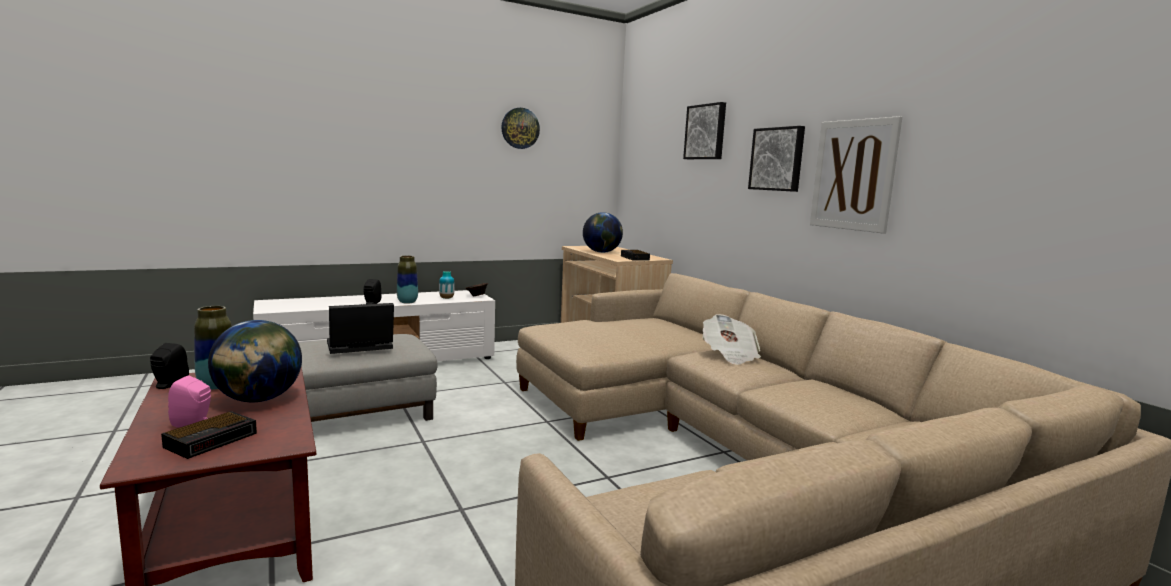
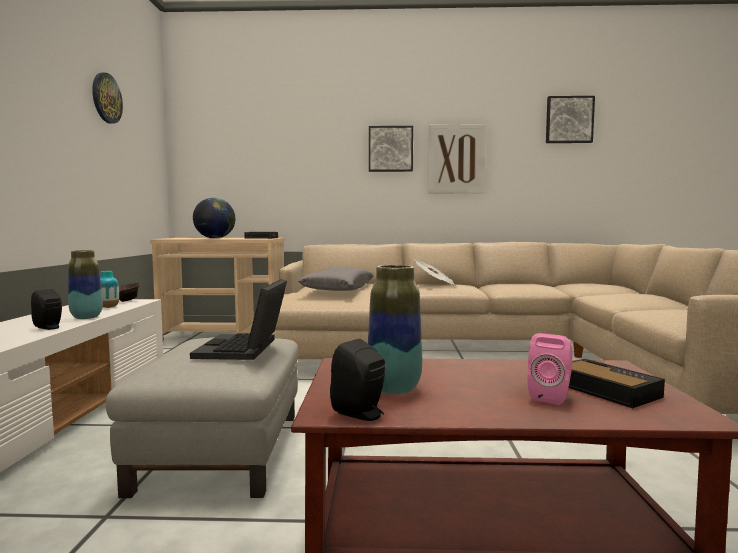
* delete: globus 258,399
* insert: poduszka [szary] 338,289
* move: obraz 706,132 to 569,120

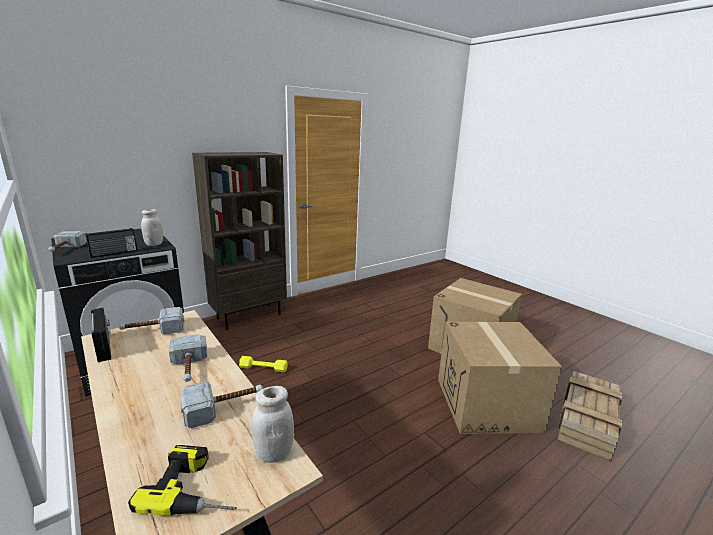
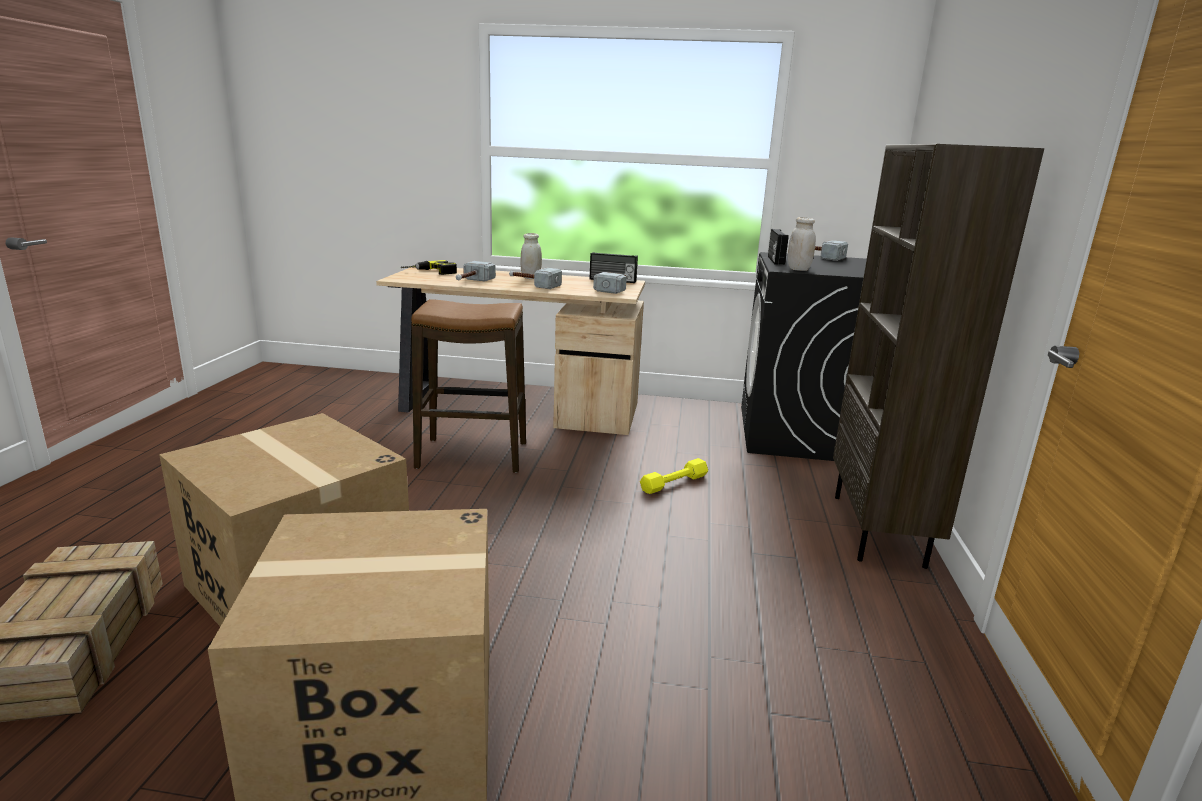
* insert: stołek 472,456
* move: słoik [biały] 274,453 to 531,278

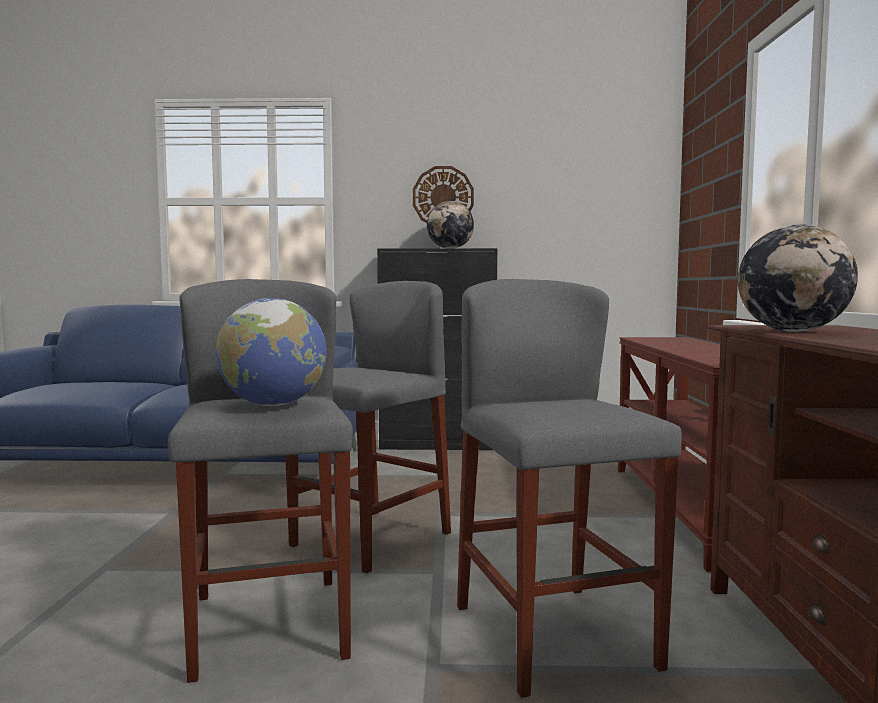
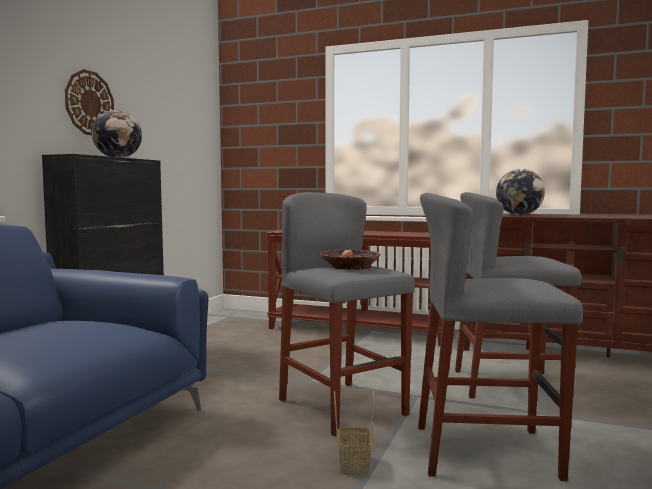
* delete: globus 273,405
* insert: miska 350,266
* insert: koszyk 353,463

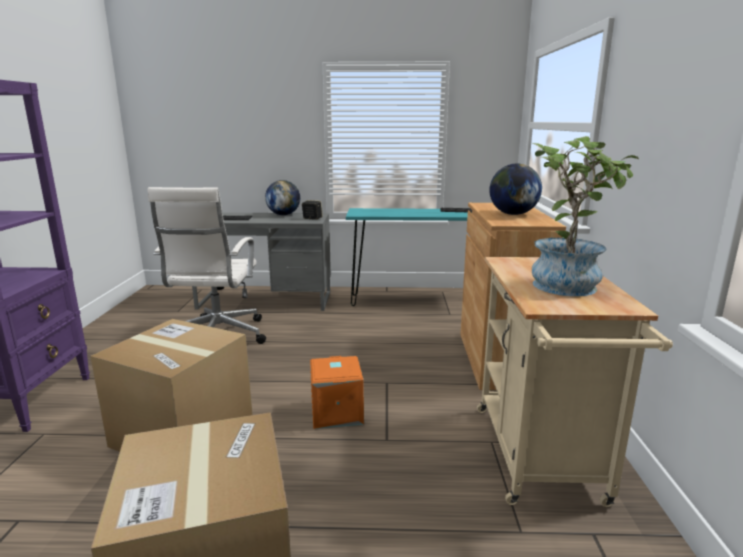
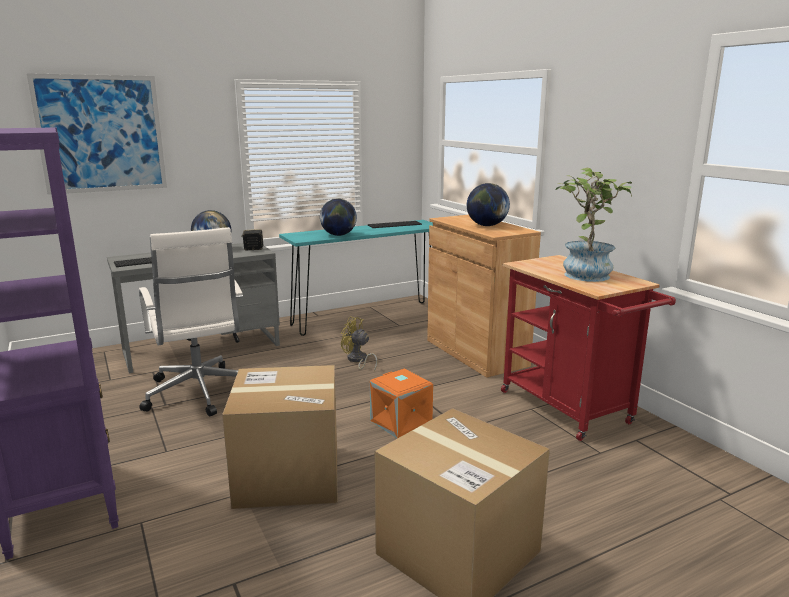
* insert: obraz 101,134
* insert: globus 338,235
* insert: wentylator [żółty] 358,360
* recolor: wózek [beżowy] 540,460 to wózek [czerwony] 571,410

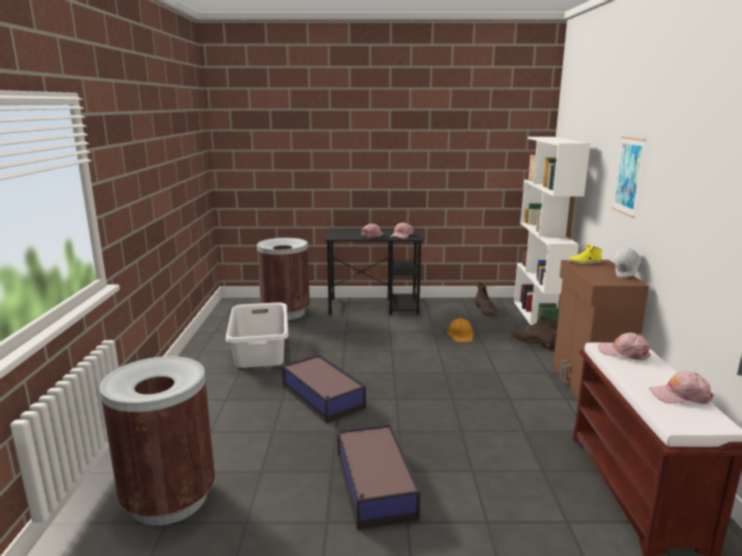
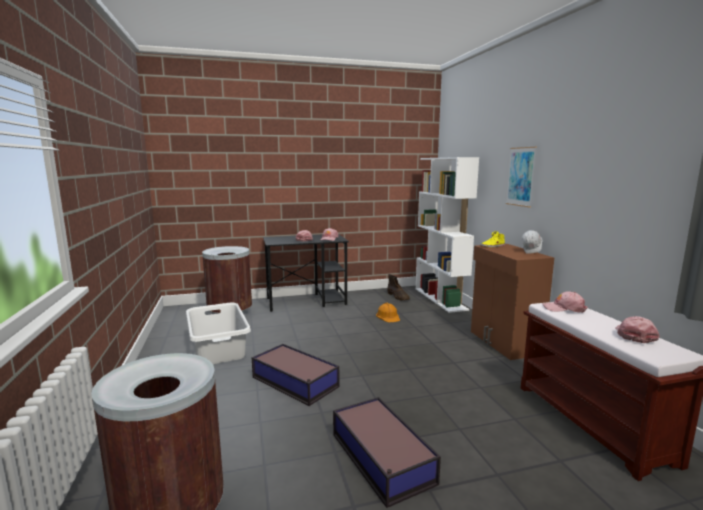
* delete: but z cholewką [brązowy] 533,342
* rotate: czapka z daszkiem [różowy] 680,395 = 634,335 120 degrees clockwise

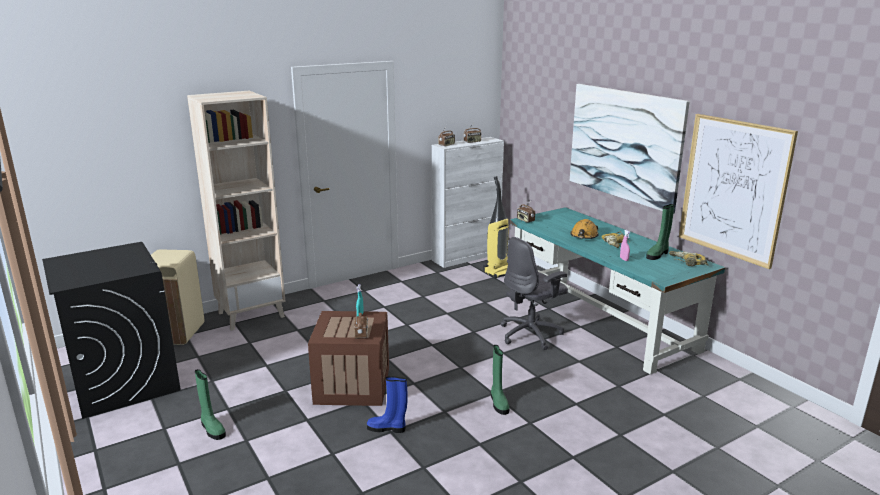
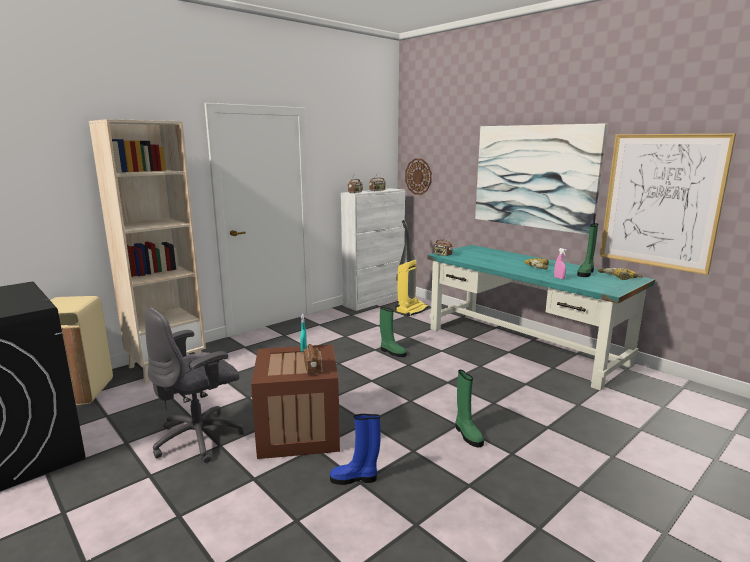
* delete: kask [pomarańczowy] 584,236
* insert: zegar ścienny 418,176
* move: but z cholewką [zielony] 212,429 to 392,352
* move: krzesło biurowe [szary] 531,334 to 200,438

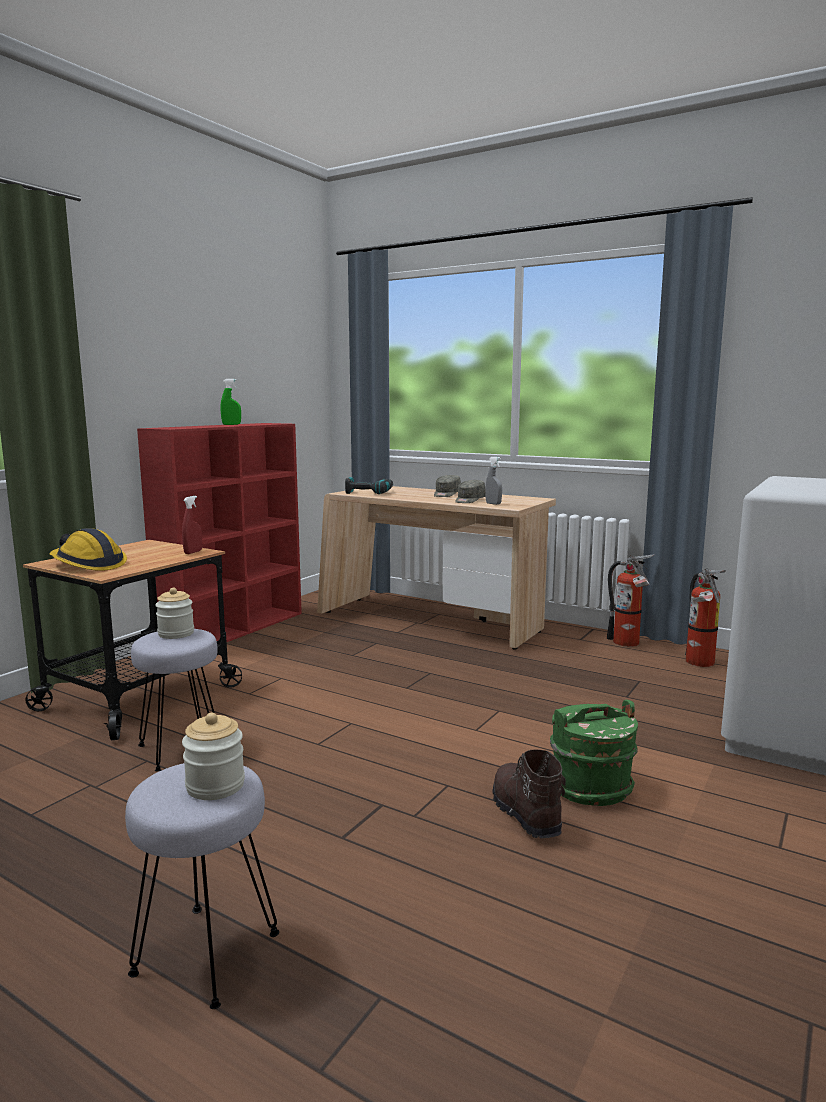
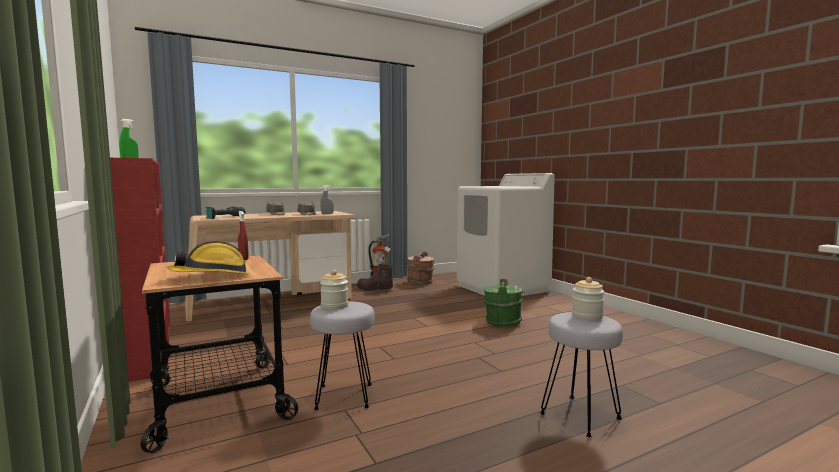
* move: but z cholewką [brązowy] 524,813 to 374,289
* replace: gaśnica 699,663 to wiadro [brązowy] 420,282

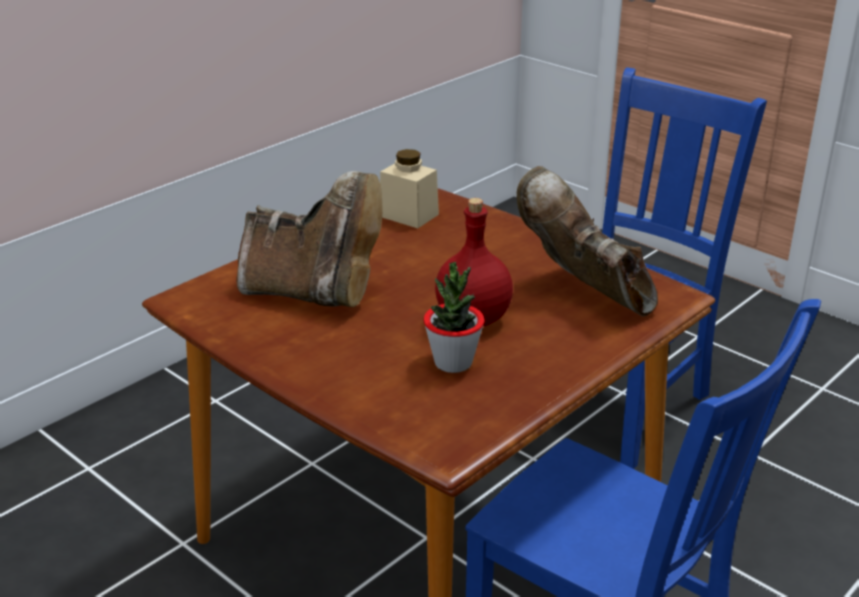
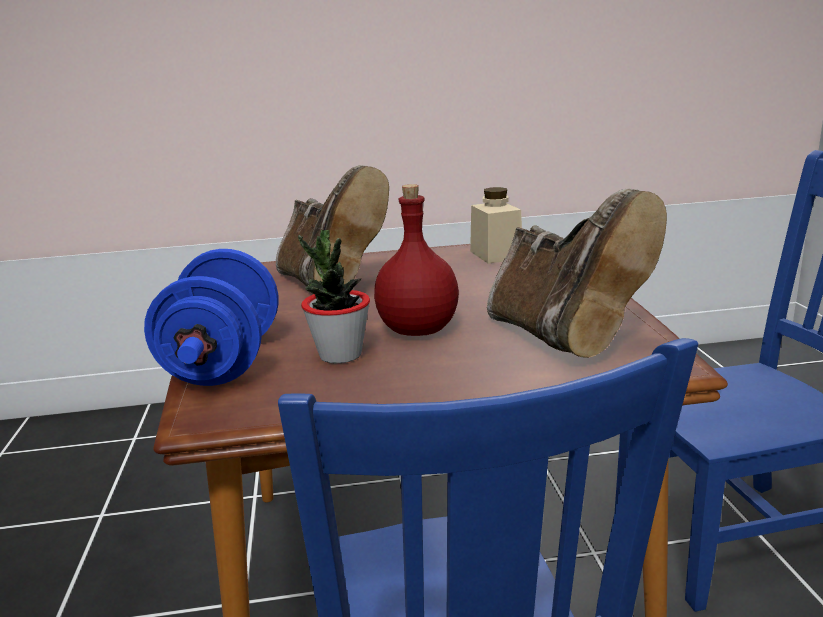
* insert: hantel [niebieski] 223,363
* rotate: but z cholewką [brązowy] 584,293 = 563,338 150 degrees clockwise

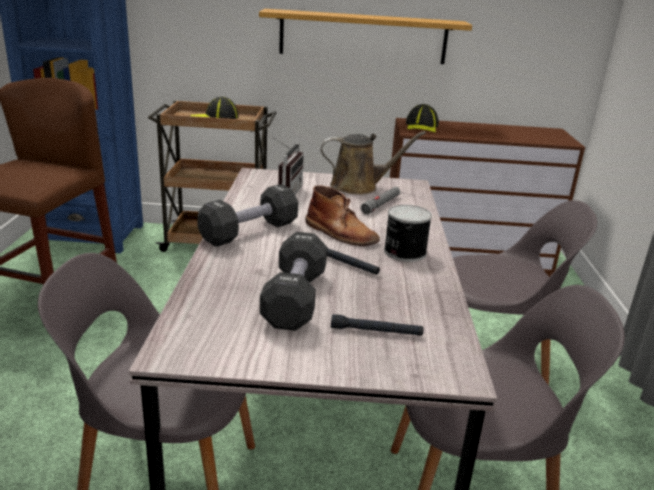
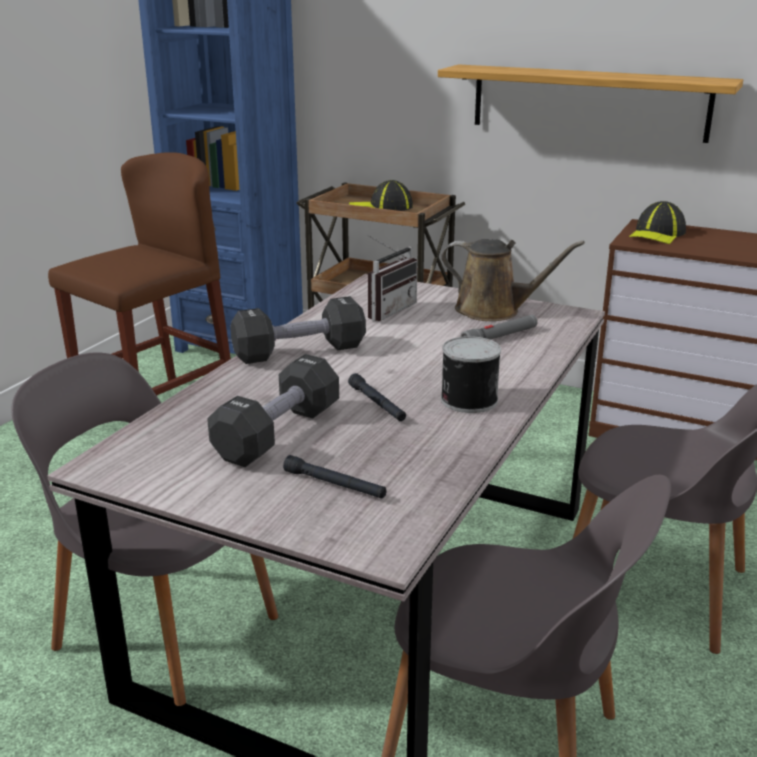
* delete: but z cholewką [brązowy] 341,233

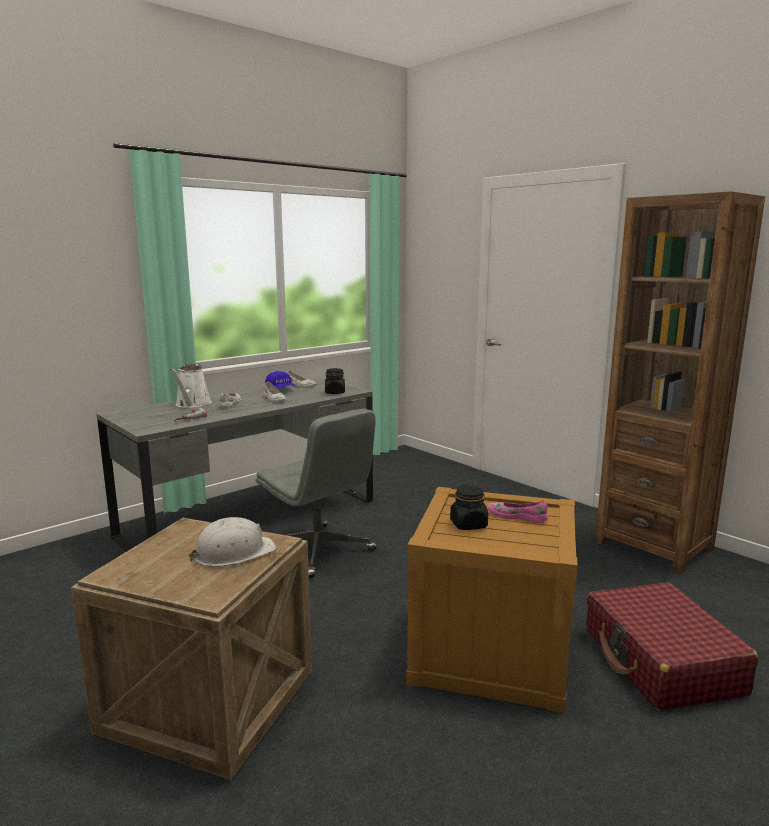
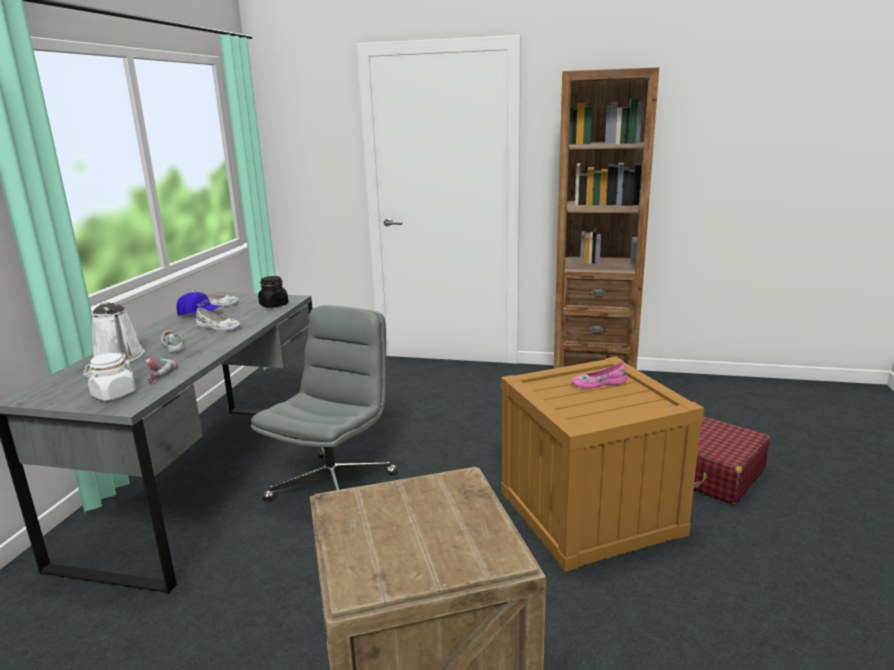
* delete: kask [biały] 233,553
* delete: słoik [czarny] 468,525
* insert: słoik [biały] 113,395
* rotate: krzesło biurowe [szary] 319,550 = 333,486 75 degrees counterclockwise

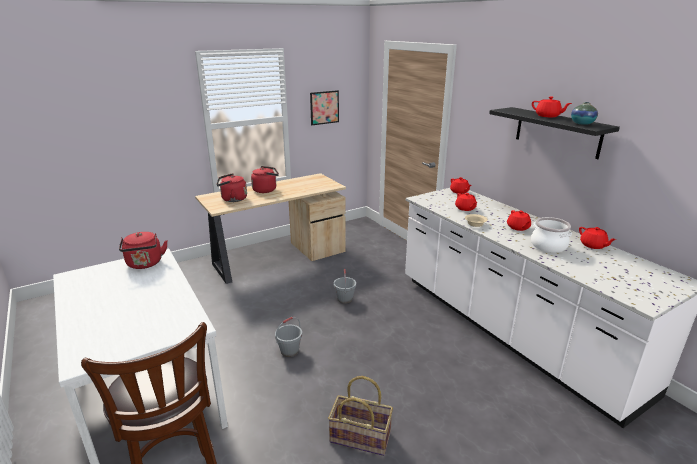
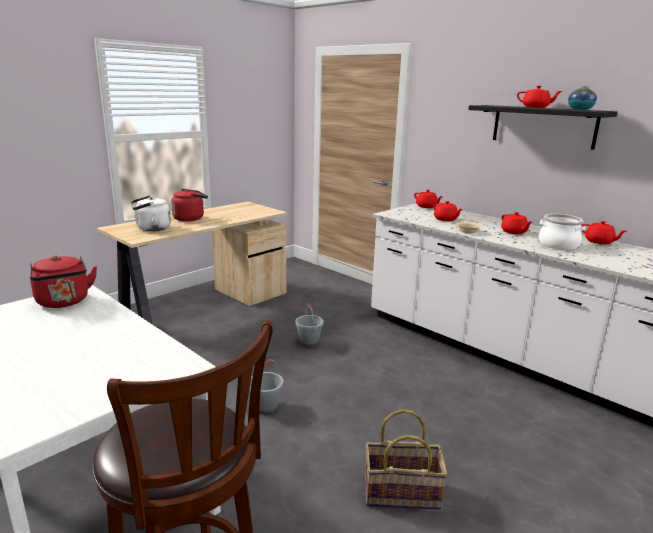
* delete: obraz 324,107
* recolor: czajnik [czerwony] 232,199 to czajnik [biały] 151,229

